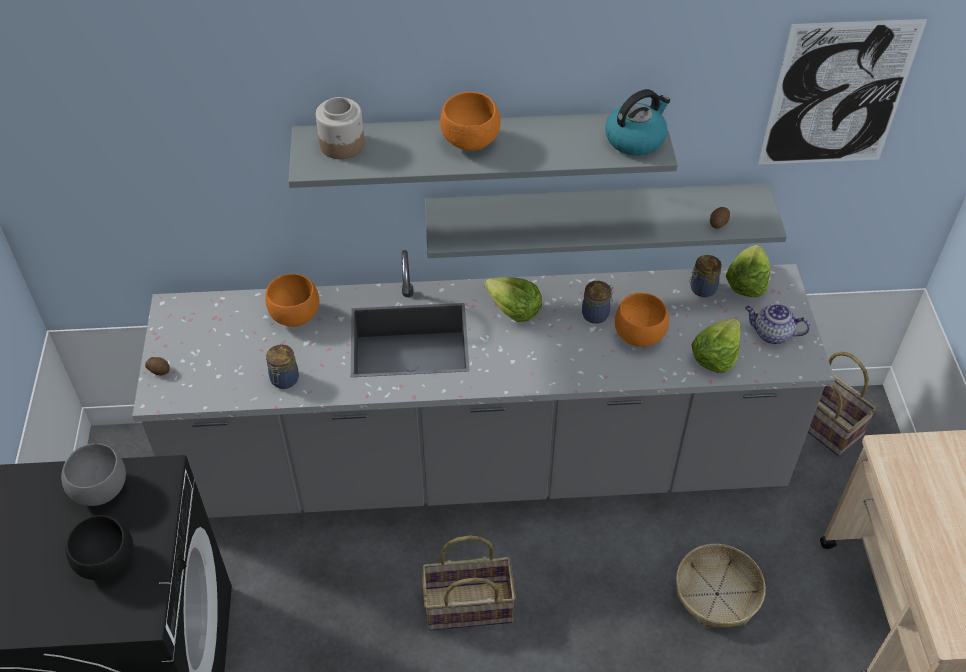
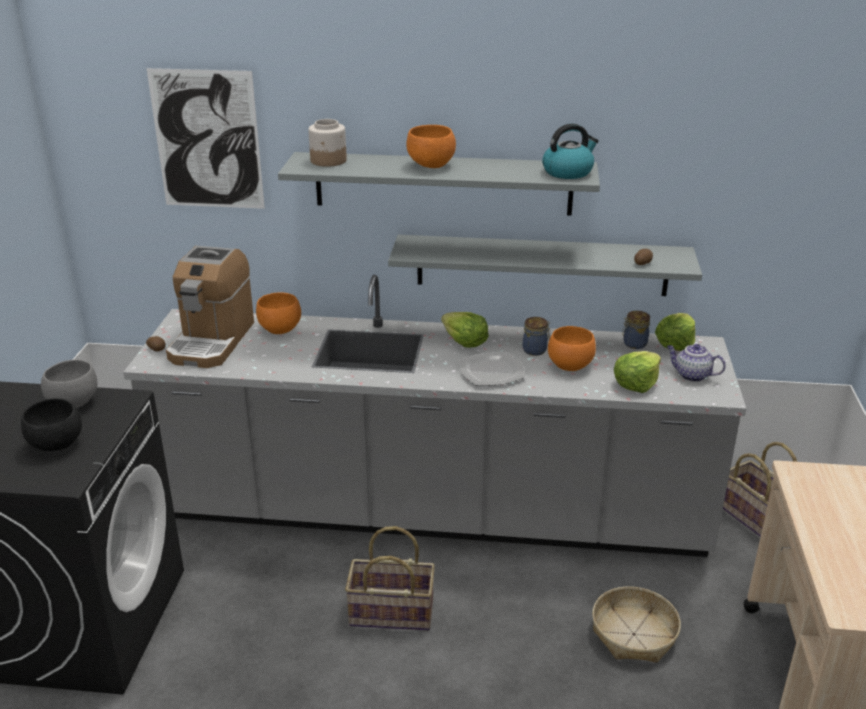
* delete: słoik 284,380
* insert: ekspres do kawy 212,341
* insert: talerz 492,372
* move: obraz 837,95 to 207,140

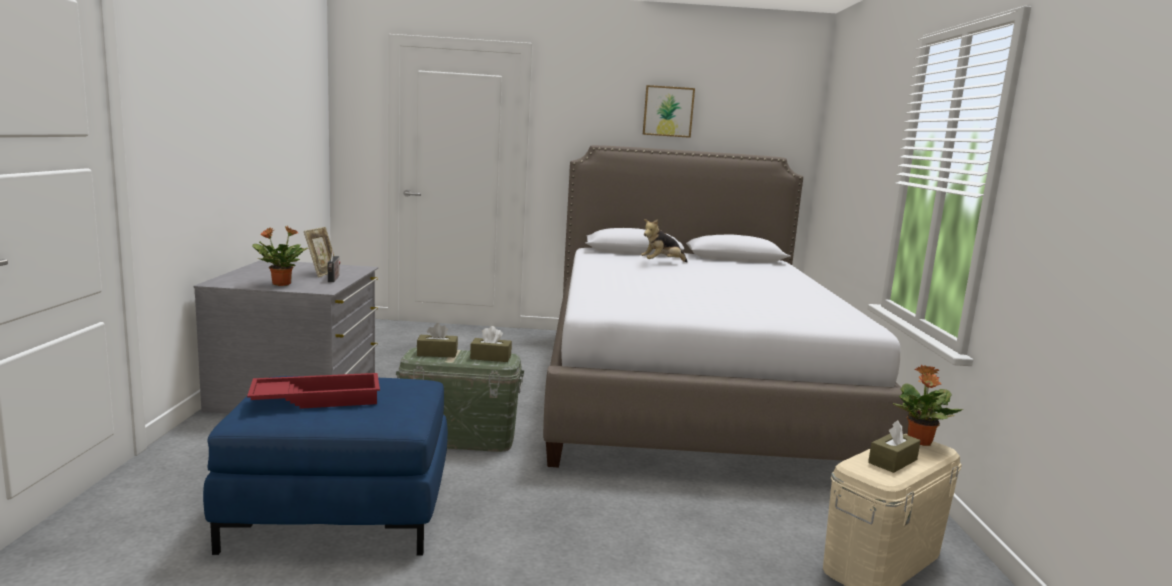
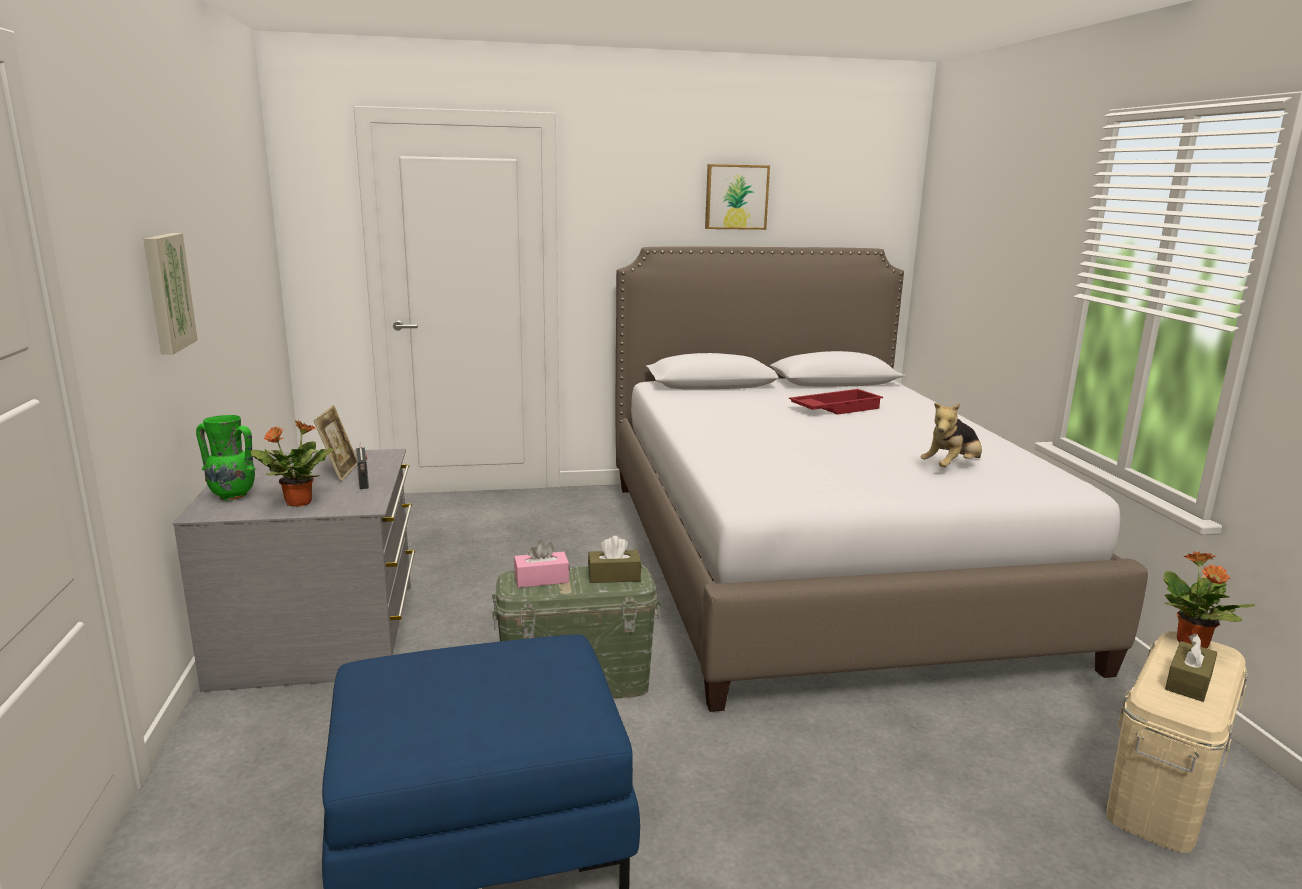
* insert: obraz 166,292
* insert: wazon [zielony] 232,496
* move: taca [czerwony] 317,398 to 835,408
* move: pluszak 662,263 to 952,467
* recolor: pudełko chusteczek [brązowy] 437,353 to pudełko chusteczek [różowy] 541,579

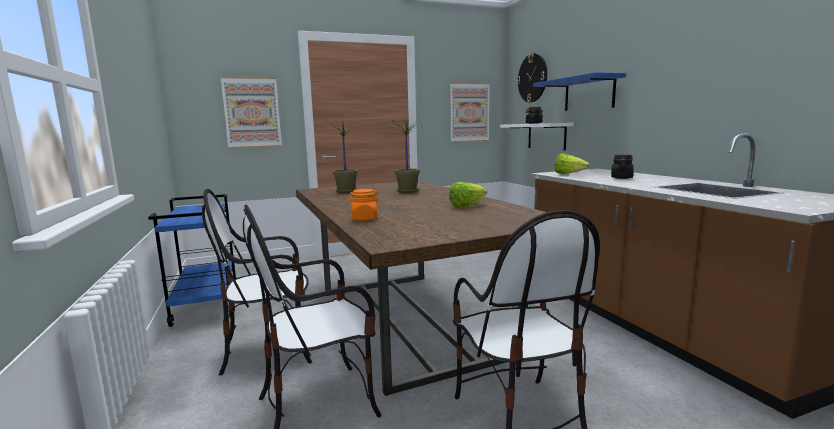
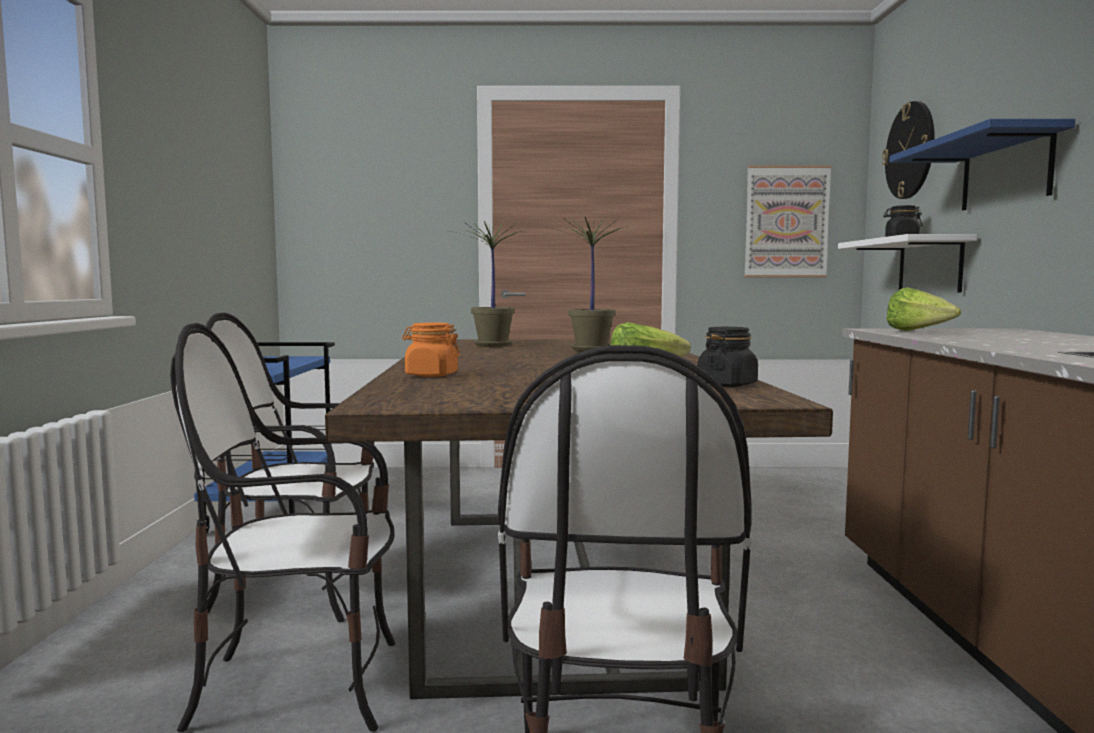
* delete: obraz 252,112
* move: słoik [czarny] 621,178 to 727,384

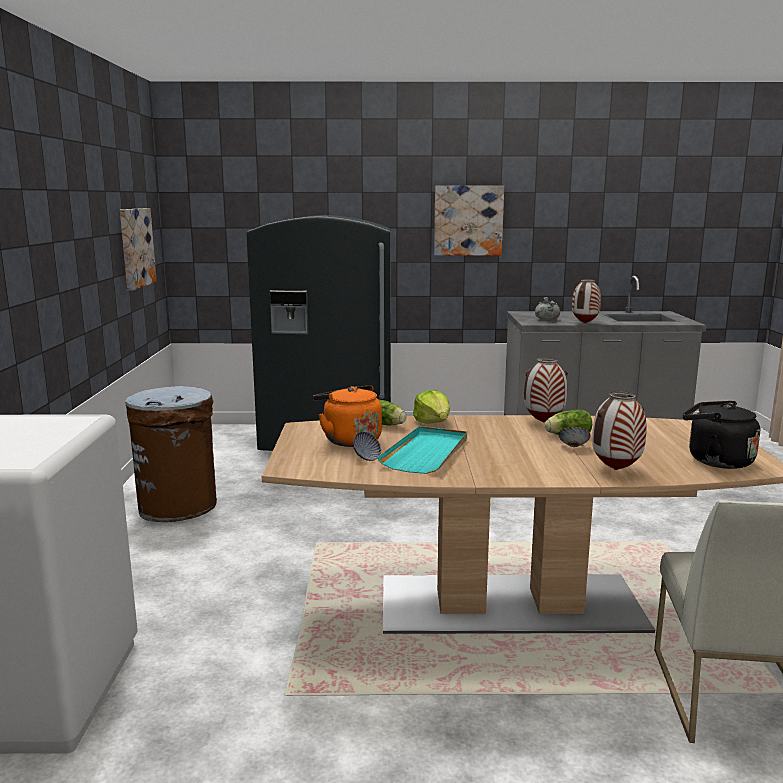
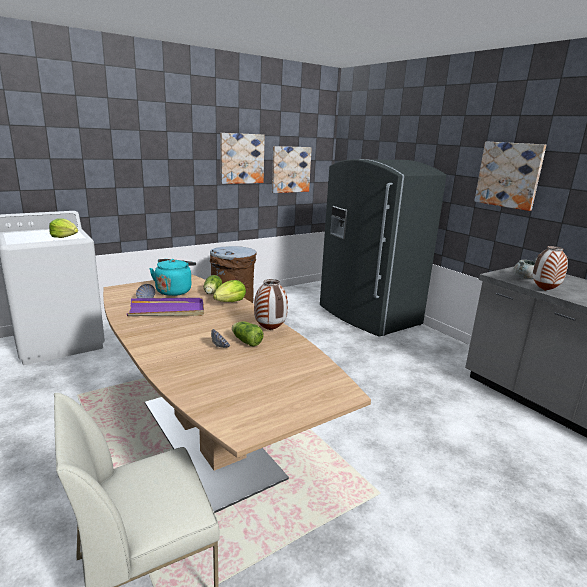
* delete: wazon 615,470
* delete: czajnik [czarny] 715,461
* insert: sałata 64,237
* insert: obraz 241,158
* recolor: czajnik [pomarańczowy] 349,440 to czajnik [turkusowy] 174,291
* recolor: taca [turkusowy] 427,453 to taca [fioletowy] 167,310

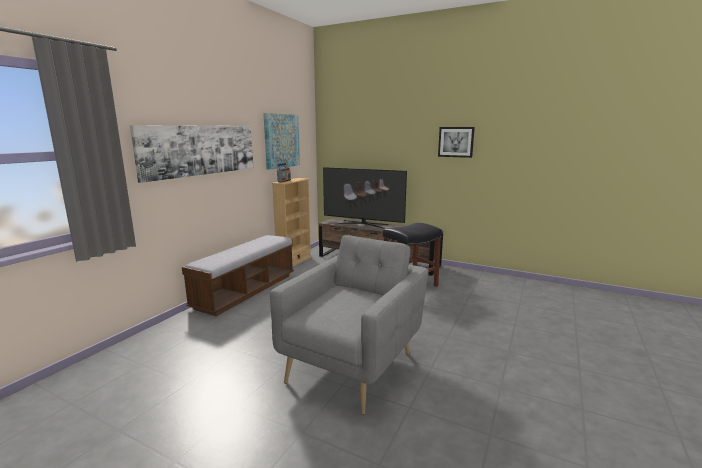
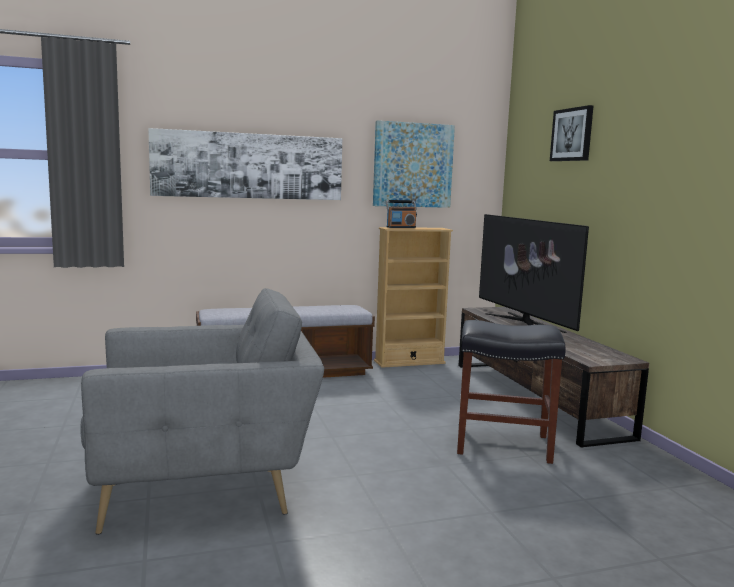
* move: obraz 456,142 to 572,134

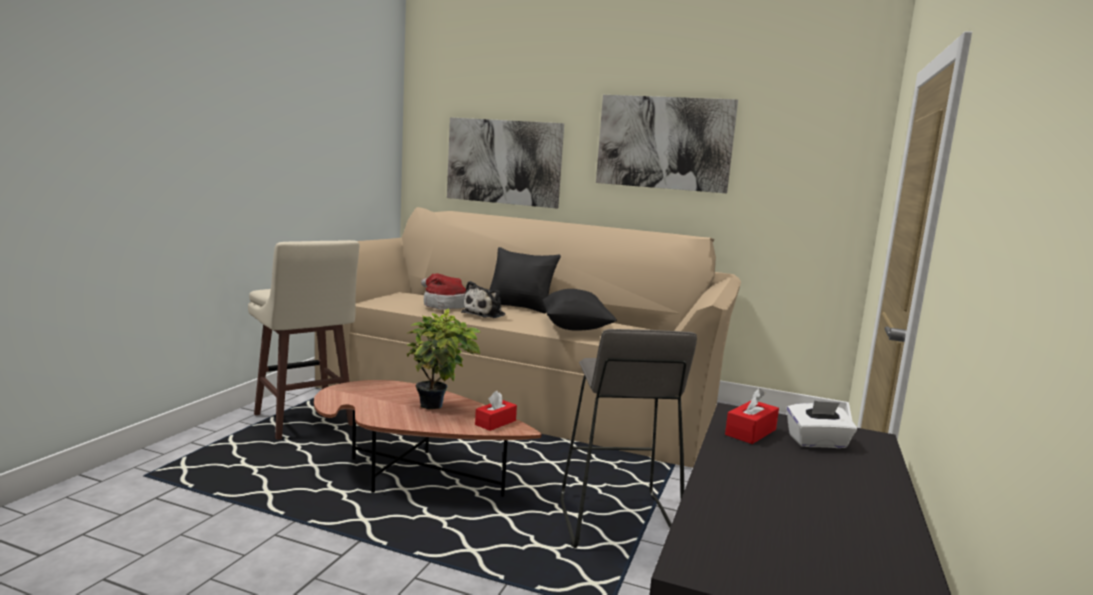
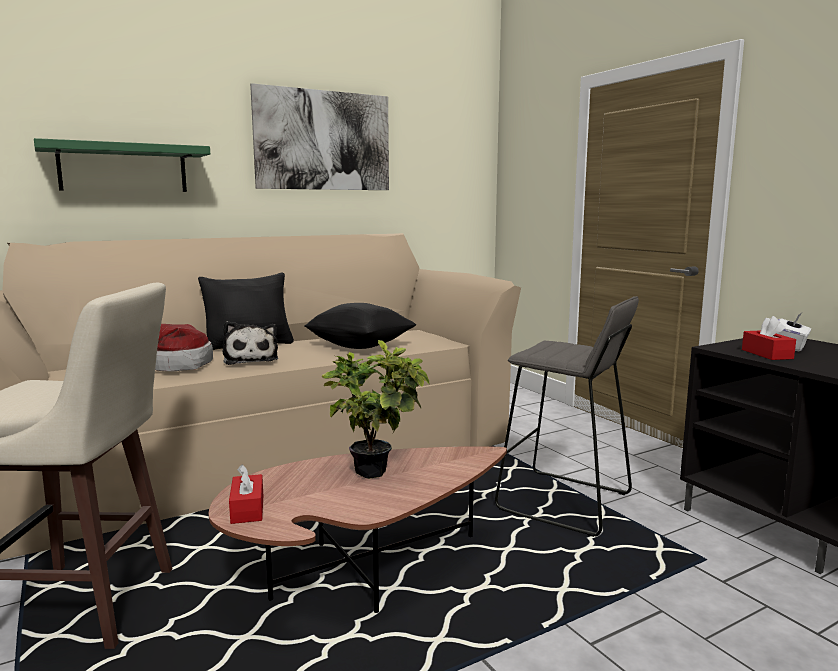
* move: pudełko chusteczek [czerwony] 495,422 to 247,509
* replace: obraz 503,162 to półka [zielony] 123,169

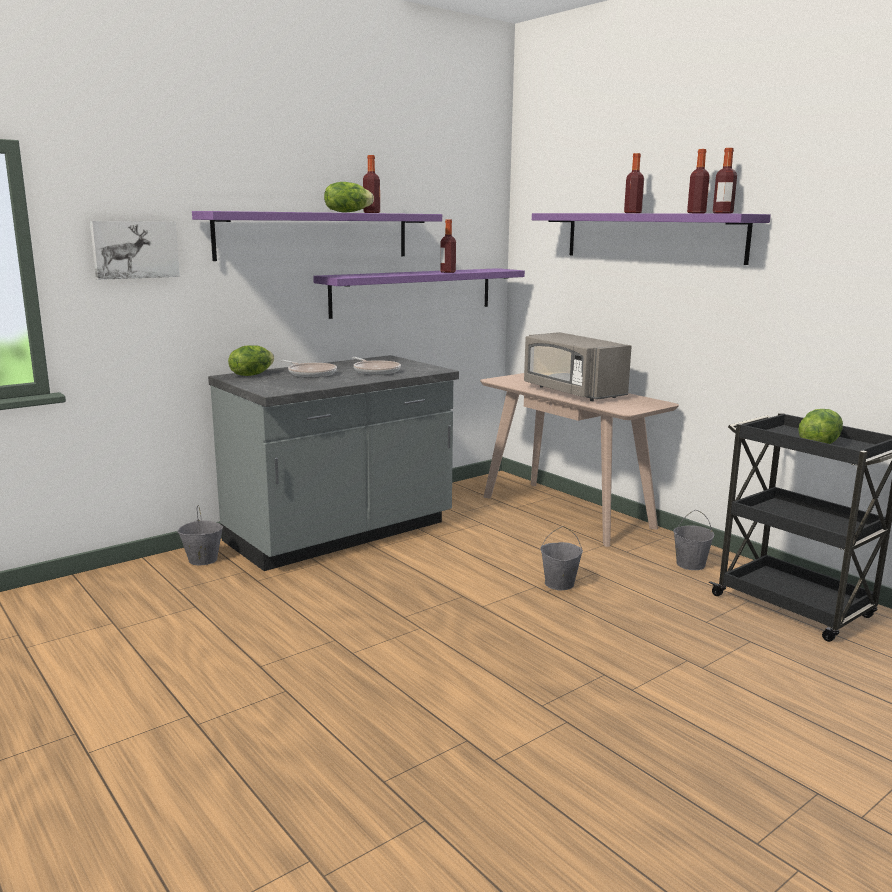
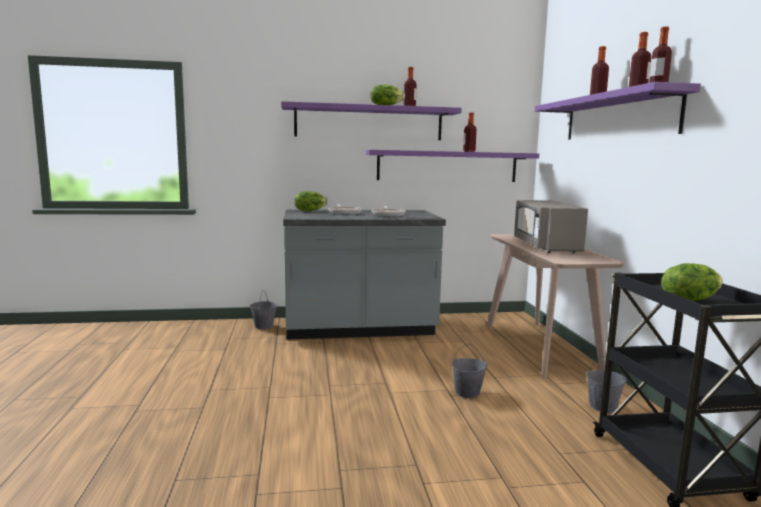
* delete: obraz 134,249

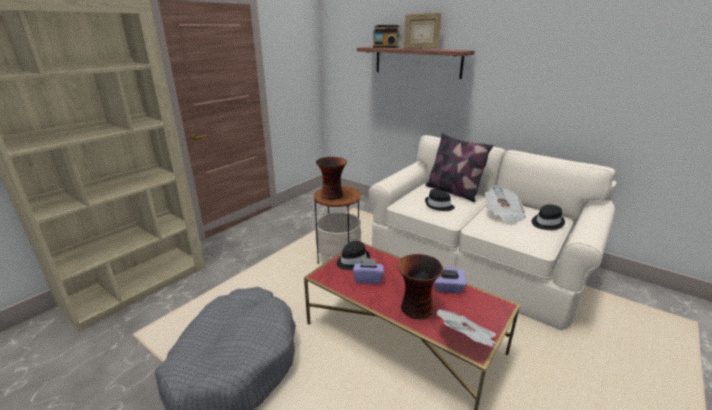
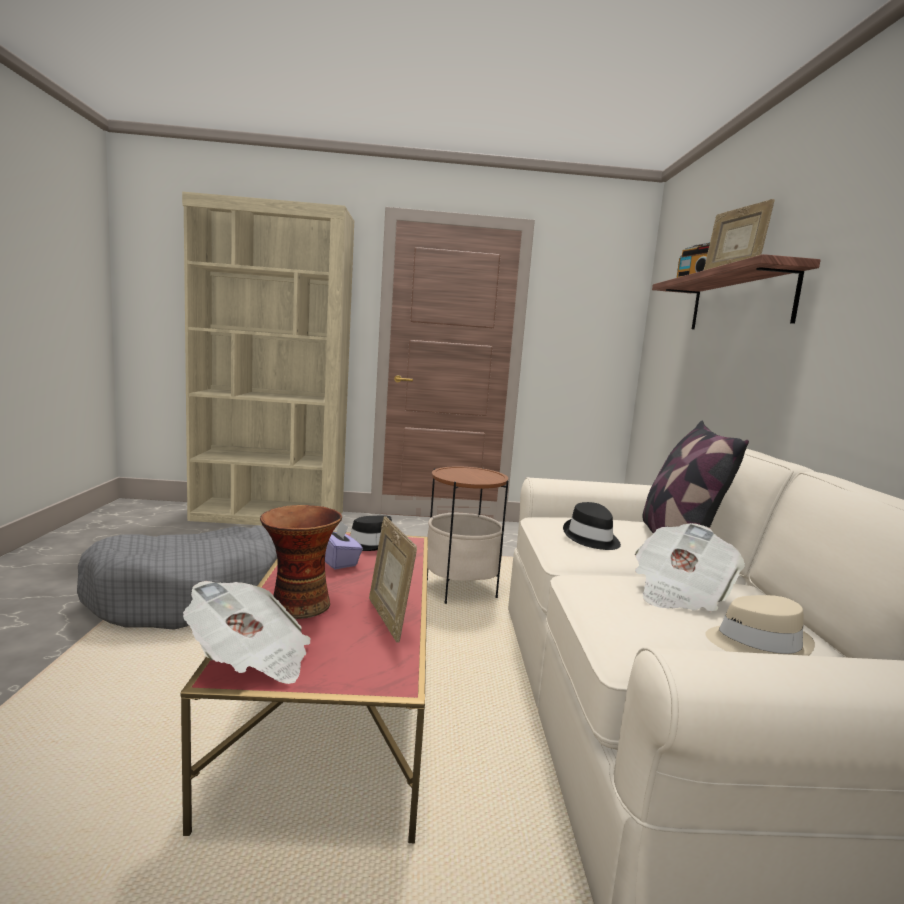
* delete: wazon 332,195
* replace: pudełko chusteczek [fioletowy] 447,288 to ramka na zdjęcie 388,619
* recolor: kapelusz [czarny] 546,223 to kapelusz [beżowy] 757,644

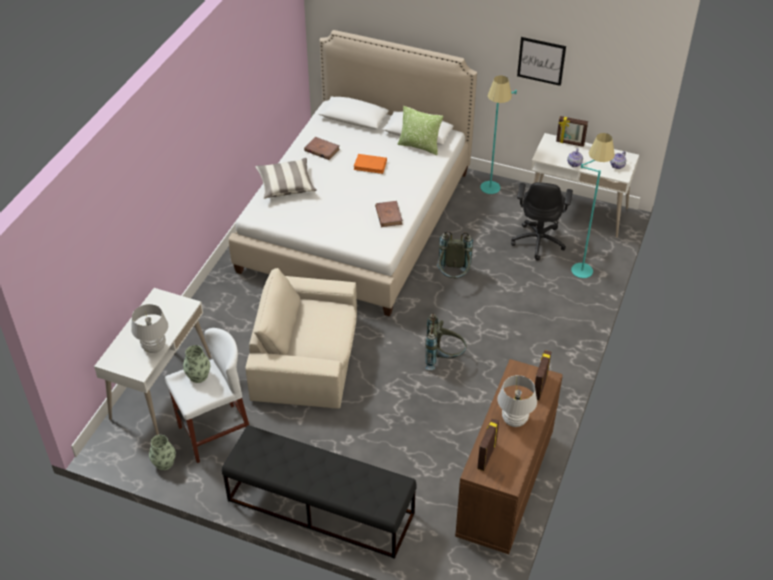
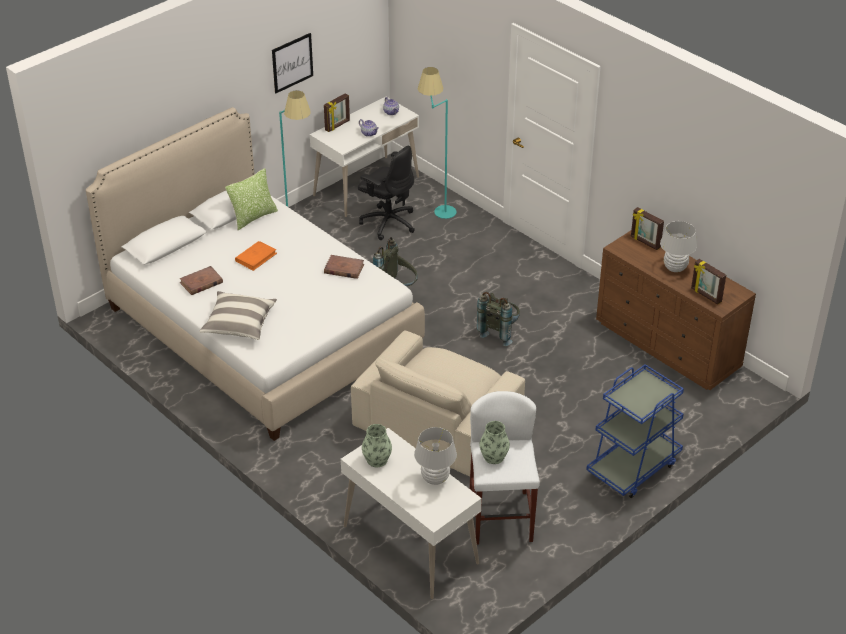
* move: wazon 164,463 to 377,460
* replace: ławka [czarny] 320,506 to wózek [niebieski] 633,467

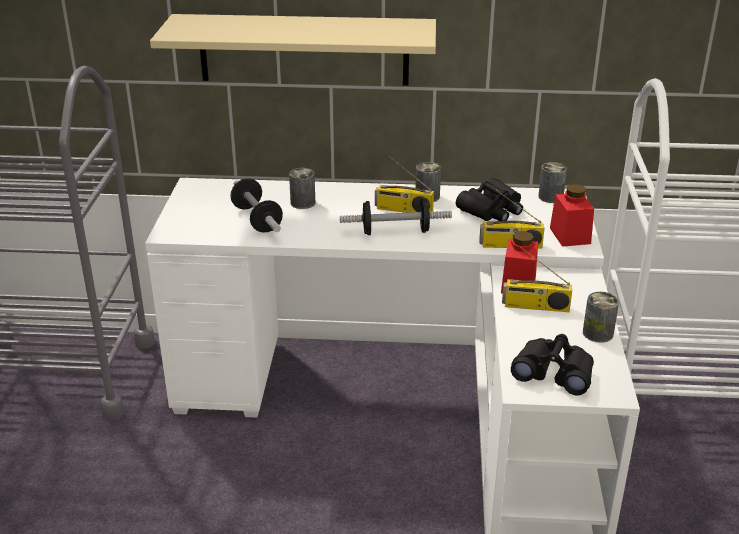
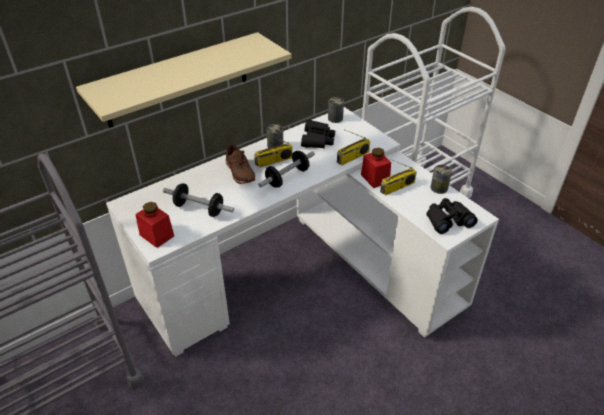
* delete: puszka 303,203
* insert: but [brązowy] 239,171
* move: słoik [czerwony] 570,236 to 157,235

